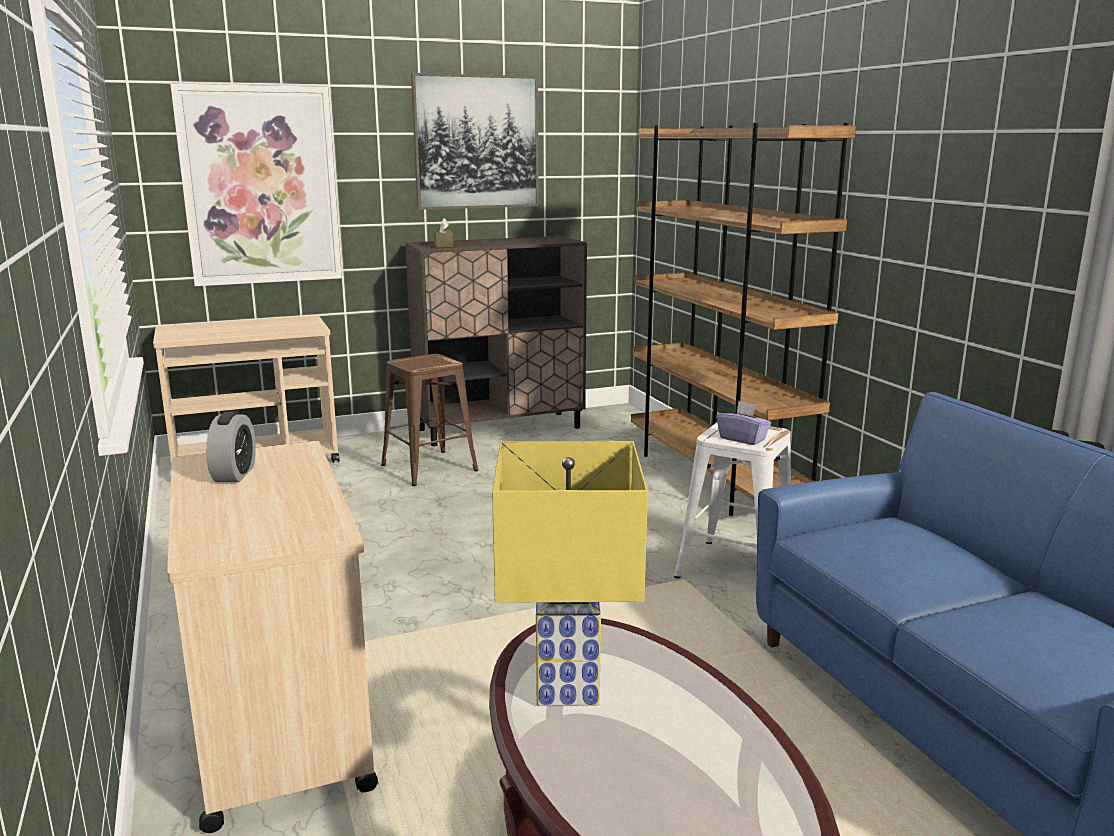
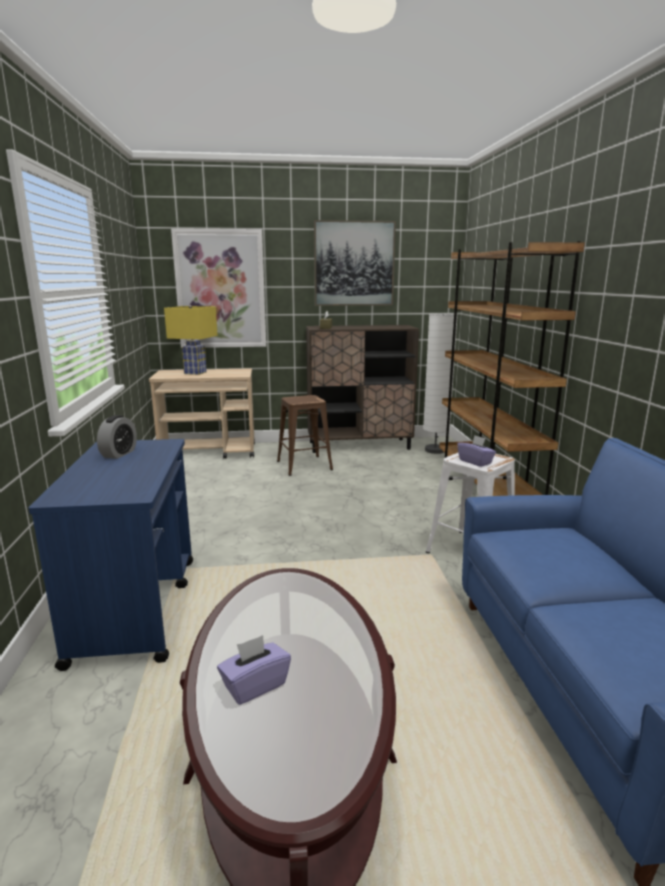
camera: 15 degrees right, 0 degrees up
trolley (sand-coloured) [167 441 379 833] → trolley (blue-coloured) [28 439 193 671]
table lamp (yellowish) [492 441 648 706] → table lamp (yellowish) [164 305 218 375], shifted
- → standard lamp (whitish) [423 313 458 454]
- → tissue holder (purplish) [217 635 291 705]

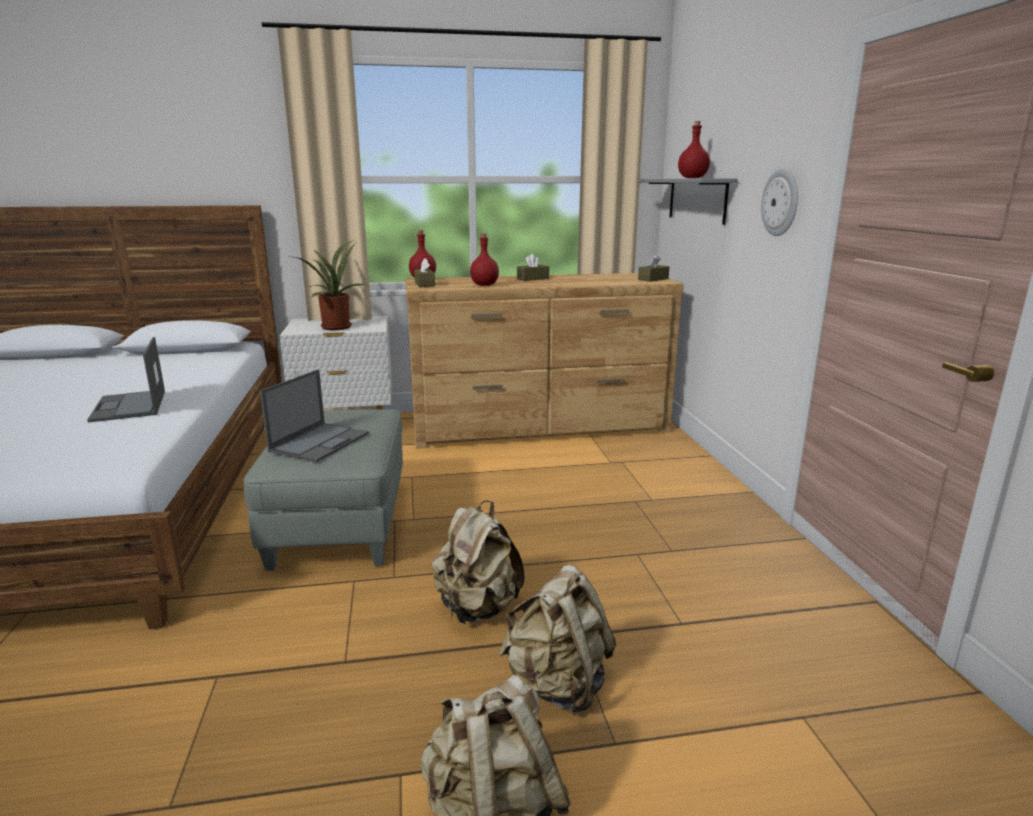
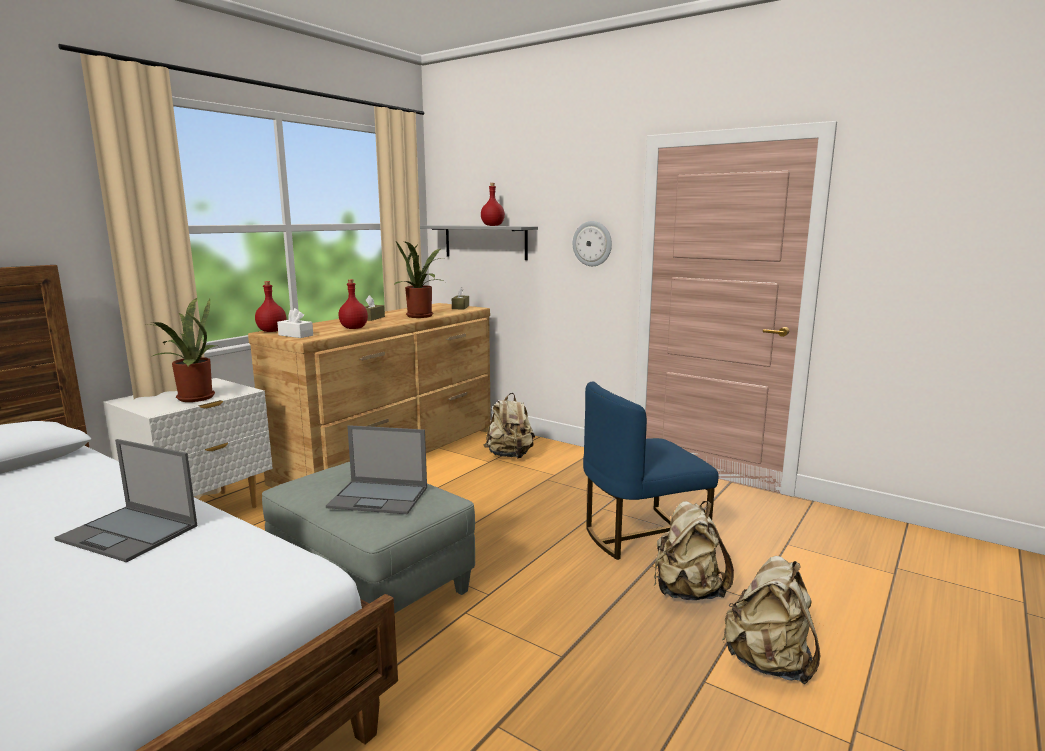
camera: 45 degrees left, 5 degrees down
tissue holder (brown) [414 258 435 287] → tissue holder (whitish) [277 308 313 338]
laptop [260 369 369 462] → laptop [326 425 427 514], 120 degrees clockwise
backpack (sand-coloured) [432 500 525 624] → backpack (sand-coloured) [484 393 535 458], shifted
- → houseplant [394 241 445 318]
- → upright chair (blue-coloured) [583 382 718 560]

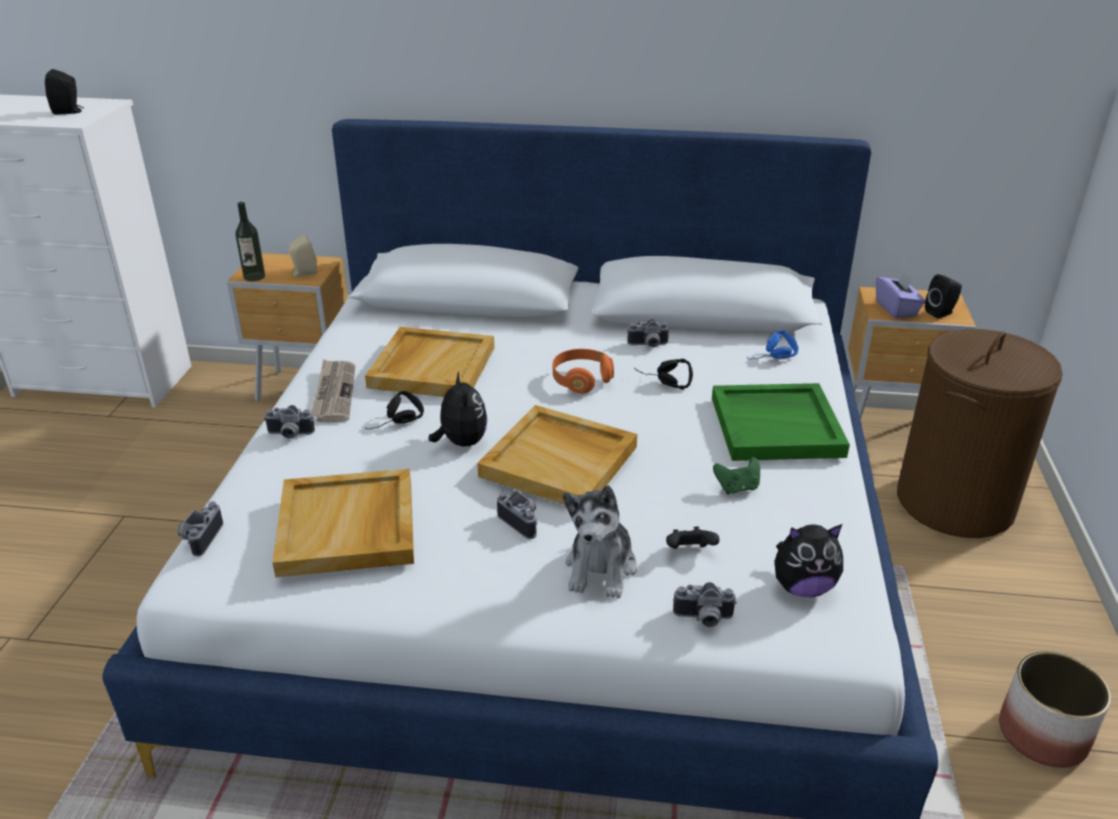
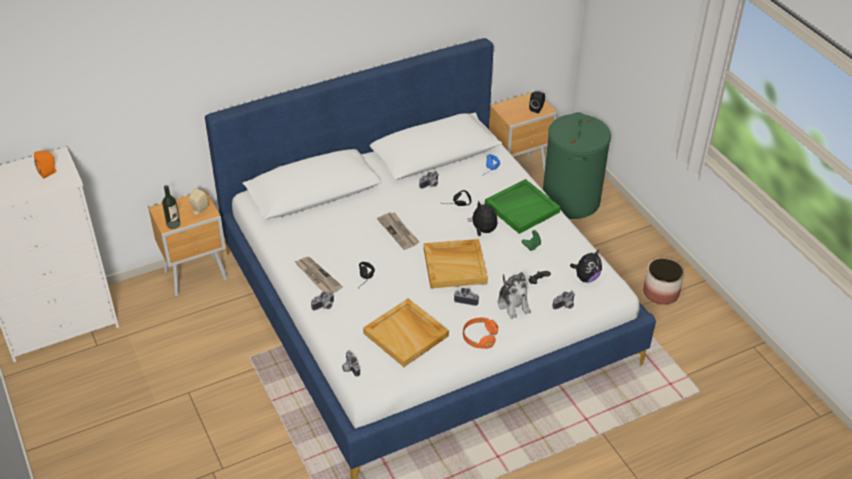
camera: 35 degrees left, 10 degrees up
speaker (black) [45 69 84 115] → speaker (orange-coloured) [34 151 57 178]
tissue holder (purplish) [876 270 925 318] → -
carrying tray (sand-coloured) [365 327 494 397] → -
washing basket (brown) [897 329 1063 538] → washing basket (green) [543 112 611 219]
headset (orange-coloured) [553 349 614 394] → headset (orange-coloured) [463 318 498 349], shifted
soft toy [429 372 487 446] → soft toy [468 200 498 236], shifted
- → daily paper [377 212 419 250]

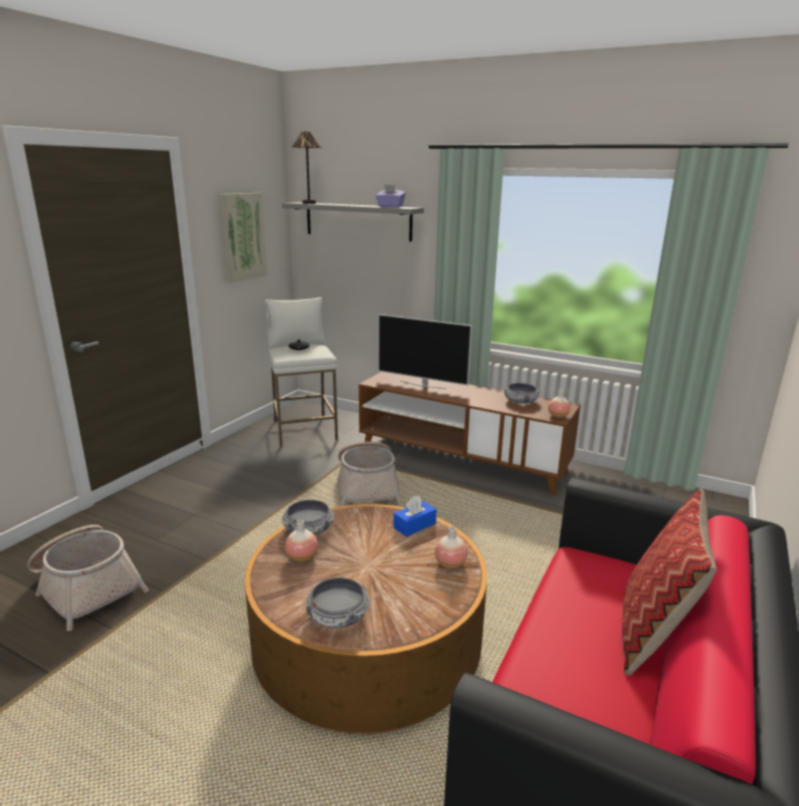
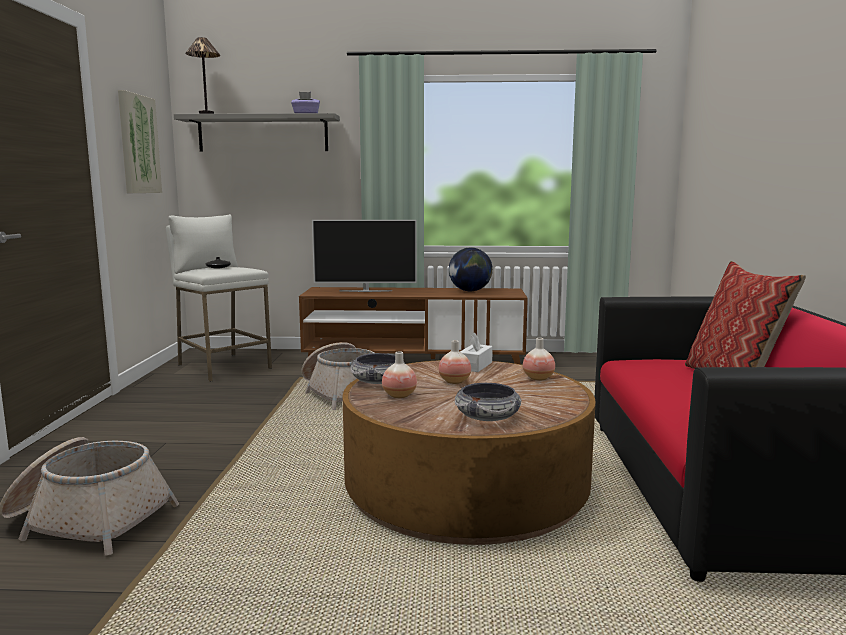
camera: 25 degrees left, 10 degrees down
deep dish [504 383 540 404] → globe [449 247 493 291]
decorative vase [548 390 570 418] → decorative vase [439 340 471 384], shifted
tissue holder (blue-coloured) [393 495 437 537] → tissue holder (whitish) [460 332 493 372]

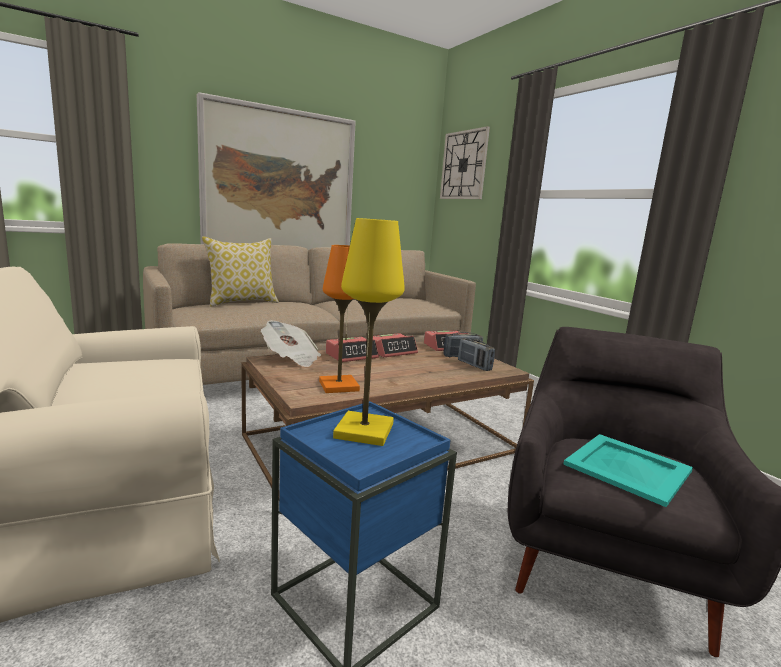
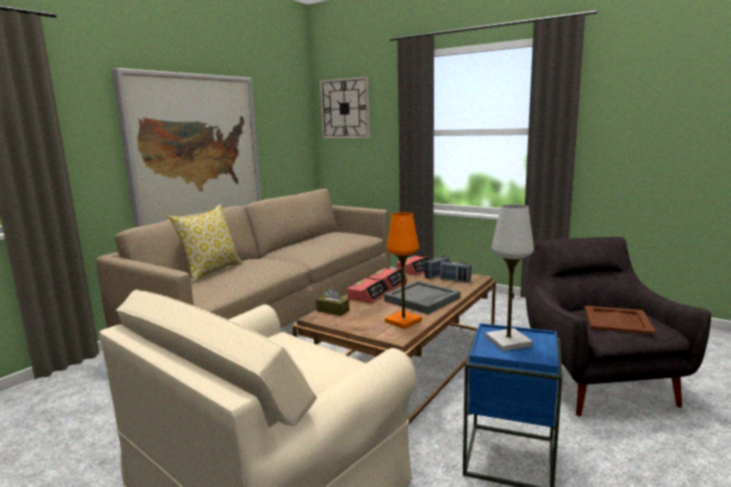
camera: 25 degrees left, 0 degrees up
table lamp (yellowish) [333 218 405 446] → table lamp (whitish) [486 204 534 351]
daily paper [261 320 321 367] → tissue holder (brown) [316 287 350 316]
carrying tray (turquoise-coloured) [563 434 693 507] → carrying tray (brown) [585 306 656 335]
- → carrying tray (grey) [384 281 461 314]

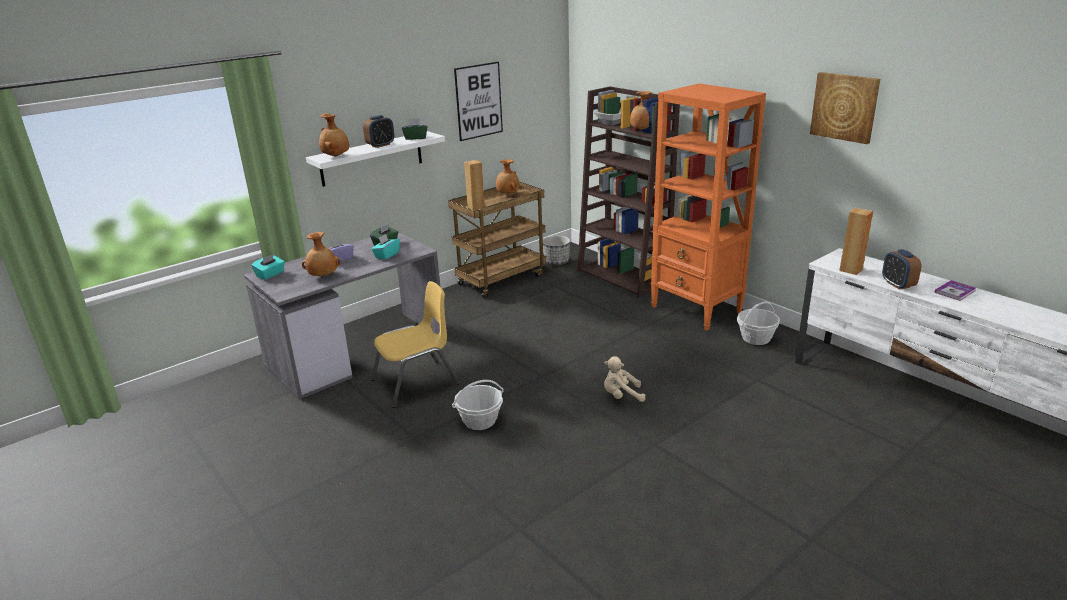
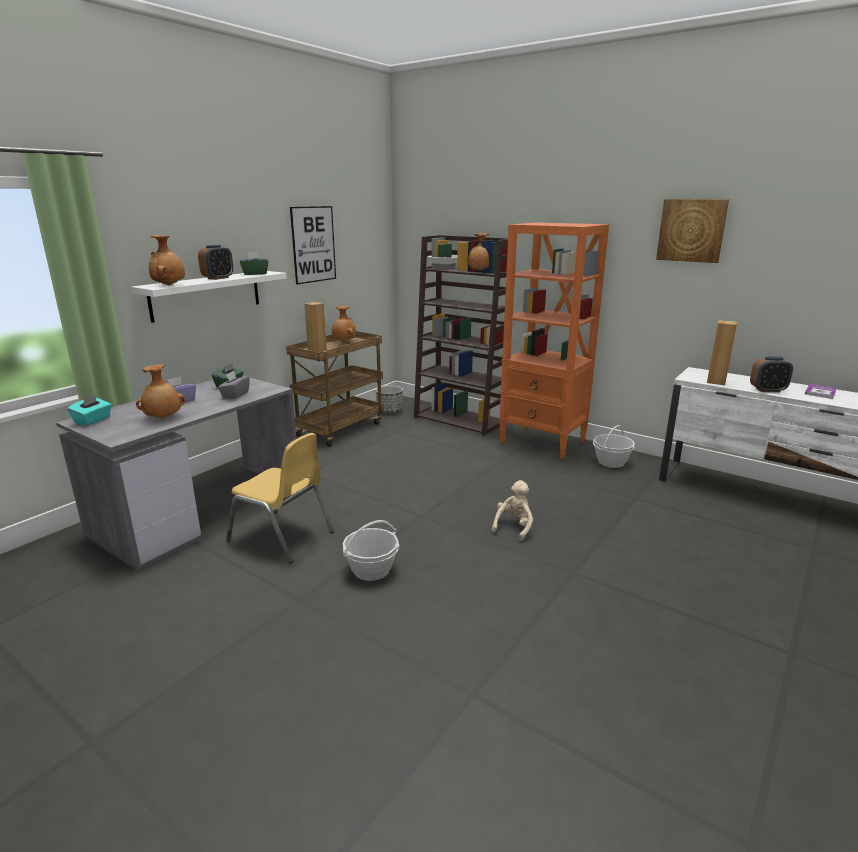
camera: 15 degrees left, 5 degrees down
tissue holder (turquoise-coloured) [371 234 400 260] → tissue holder (grey) [218 371 250 399]
table clock [882 249 922 290] → table clock [750 356 793 392], 60 degrees counterclockwise
upright chair (yellowish) [371 281 460 408] → upright chair (yellowish) [226 433 334 563], 75 degrees clockwise
soft toy (sand-coloured) [604 356 645 402] → soft toy (sand-coloured) [492 480 533 541], 135 degrees clockwise

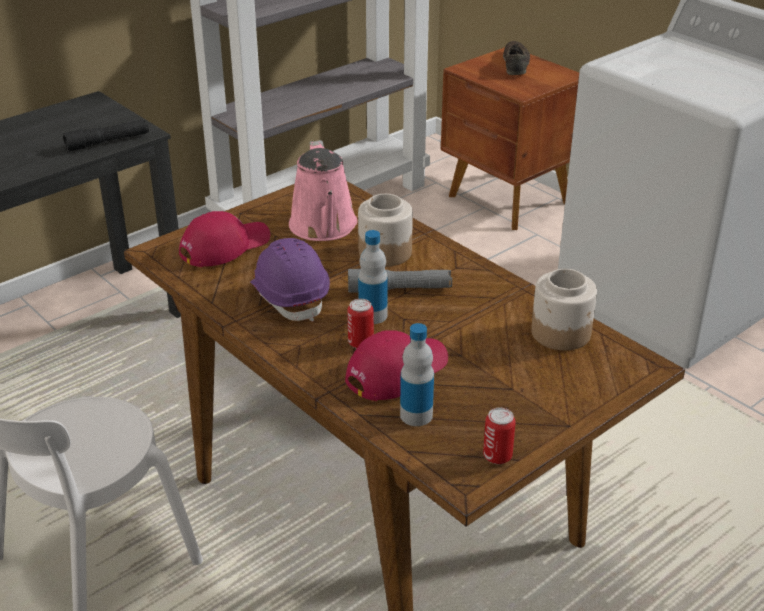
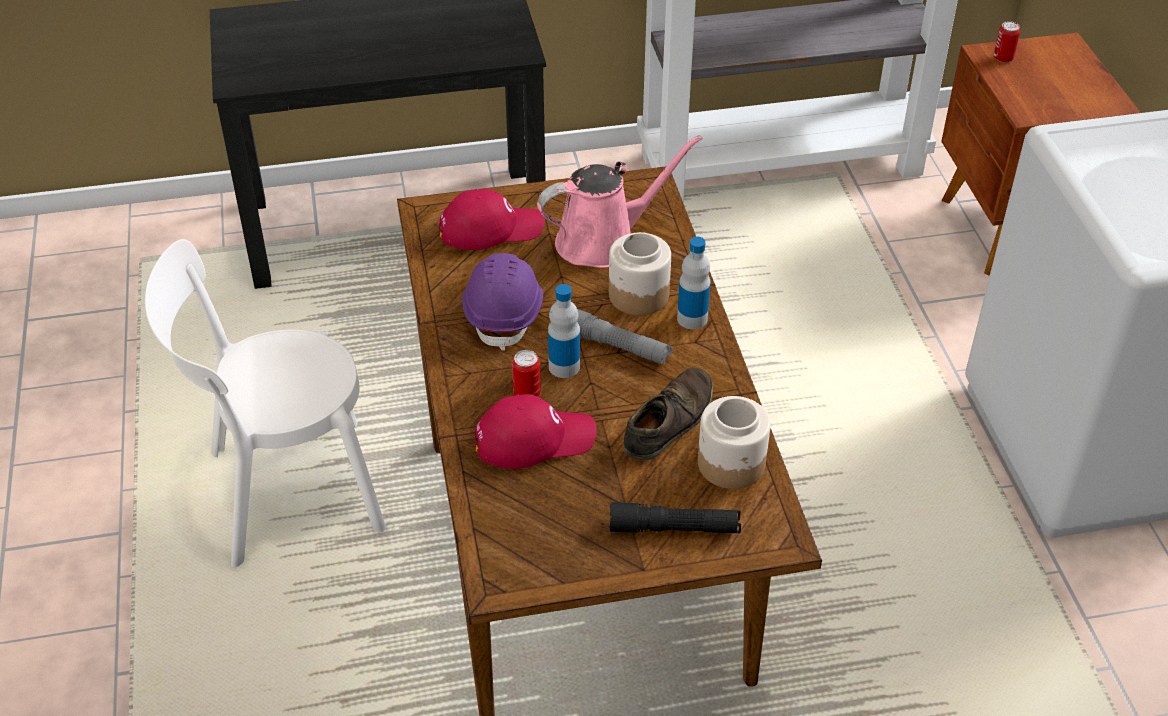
camera: 30 degrees right, 10 degrees up
item of footwear (brown) [503 41 530 75] → item of footwear (brown) [623 367 713 460], shifted
torch (black) [63 119 149 152] → torch (black) [610 502 741 533], shifted
watering can (pink-coloured) [289 140 357 241] → watering can (pink-coloured) [537 135 703 268], 135 degrees counterclockwise
beverage bottle [400 323 434 426] → beverage bottle [677 237 710 329], shifted
metal can [483 408 516 464] → metal can [994 21 1020 63], shifted

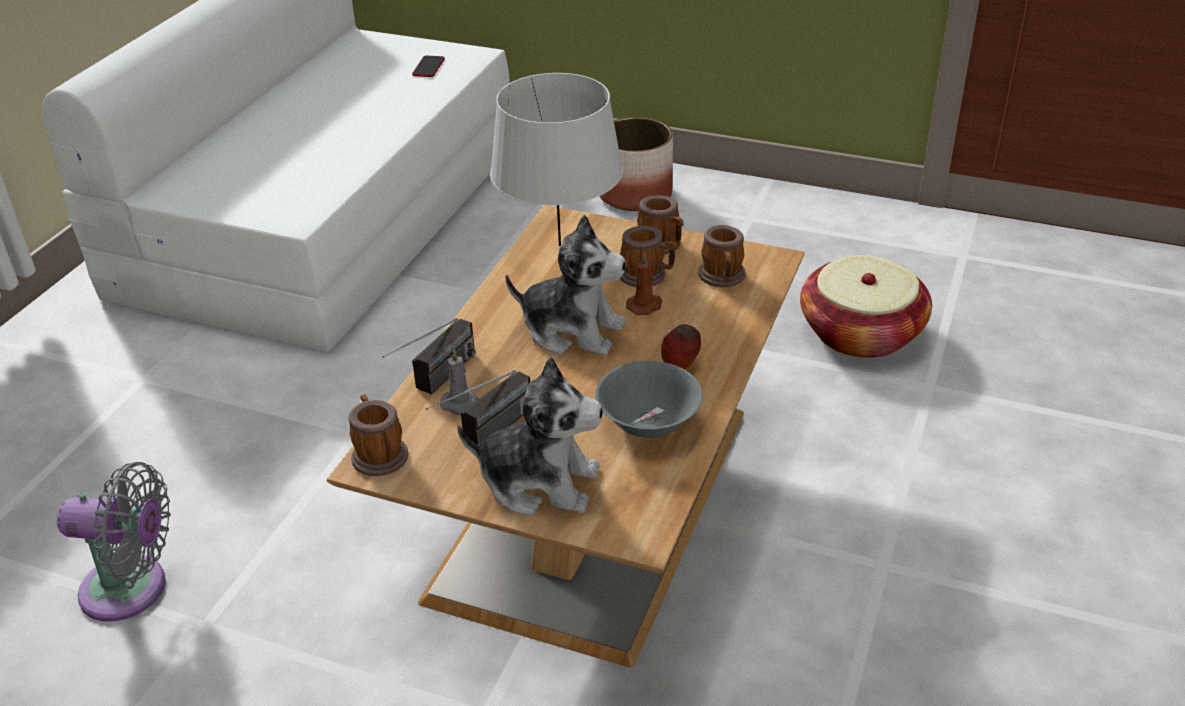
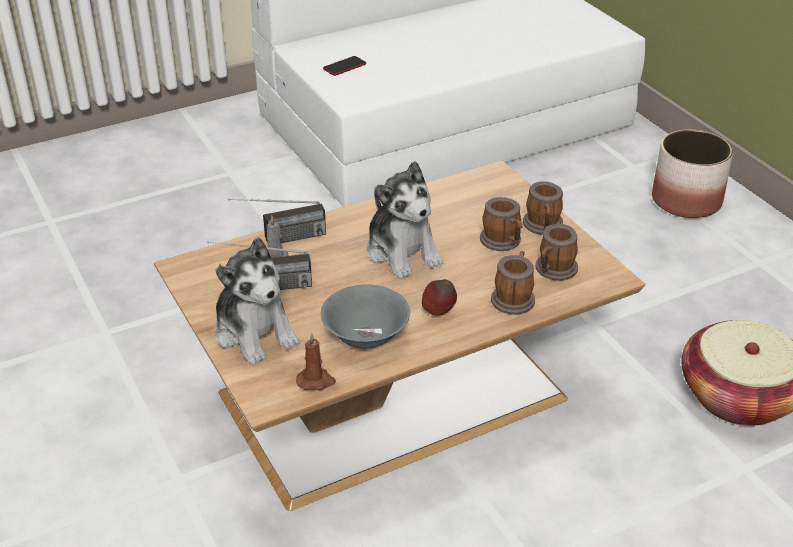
camera: 40 degrees right, 0 degrees up
phone [412 56 445 77] → phone [323 56 366 76], shifted
table lamp (grey) [490 73 623 246] → -
candle (brown) [626 252 662 316] → candle (brown) [296 333 336 391], shifted
coffee mug [349 394 408 476] → coffee mug [491 251 535 315], shifted
cooling fan (grey) [57 462 170 622] → -

